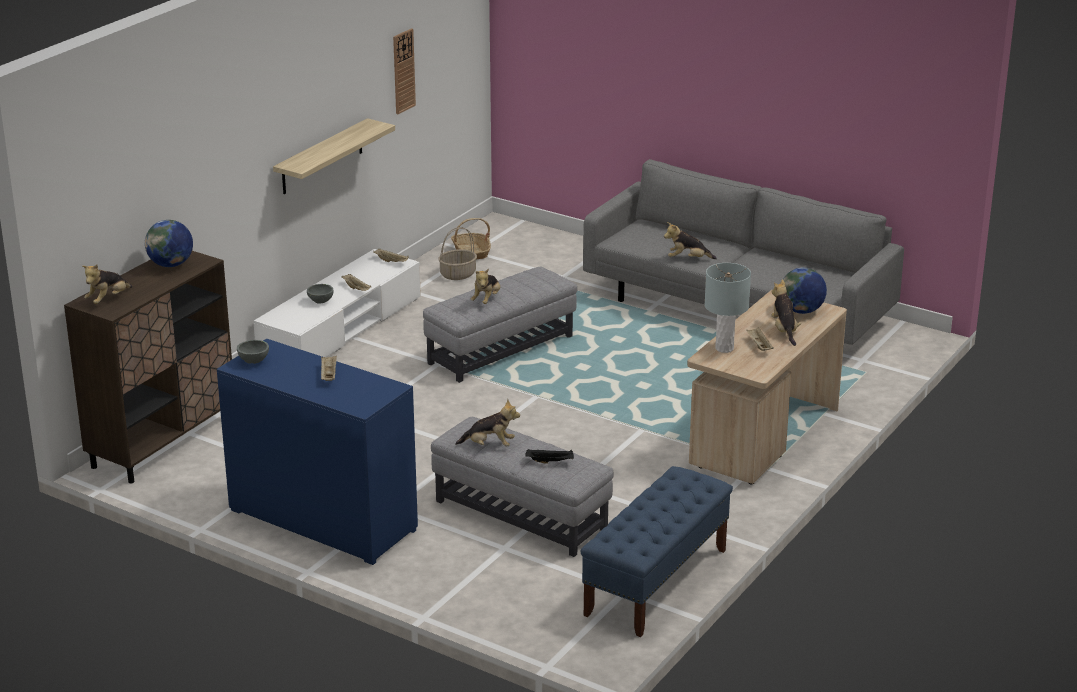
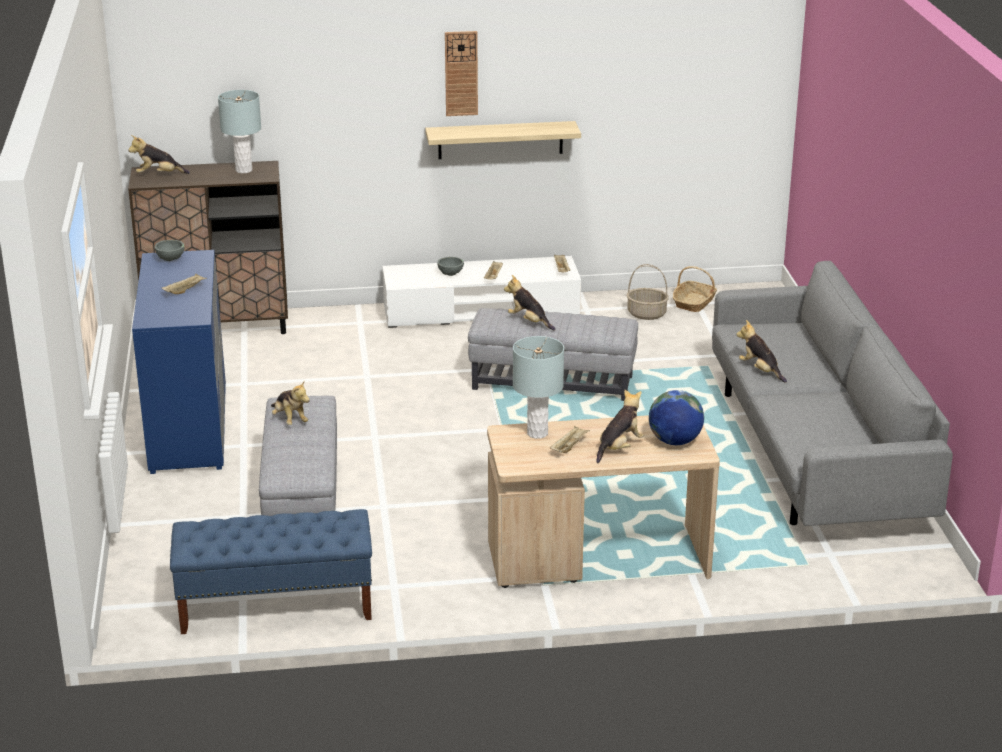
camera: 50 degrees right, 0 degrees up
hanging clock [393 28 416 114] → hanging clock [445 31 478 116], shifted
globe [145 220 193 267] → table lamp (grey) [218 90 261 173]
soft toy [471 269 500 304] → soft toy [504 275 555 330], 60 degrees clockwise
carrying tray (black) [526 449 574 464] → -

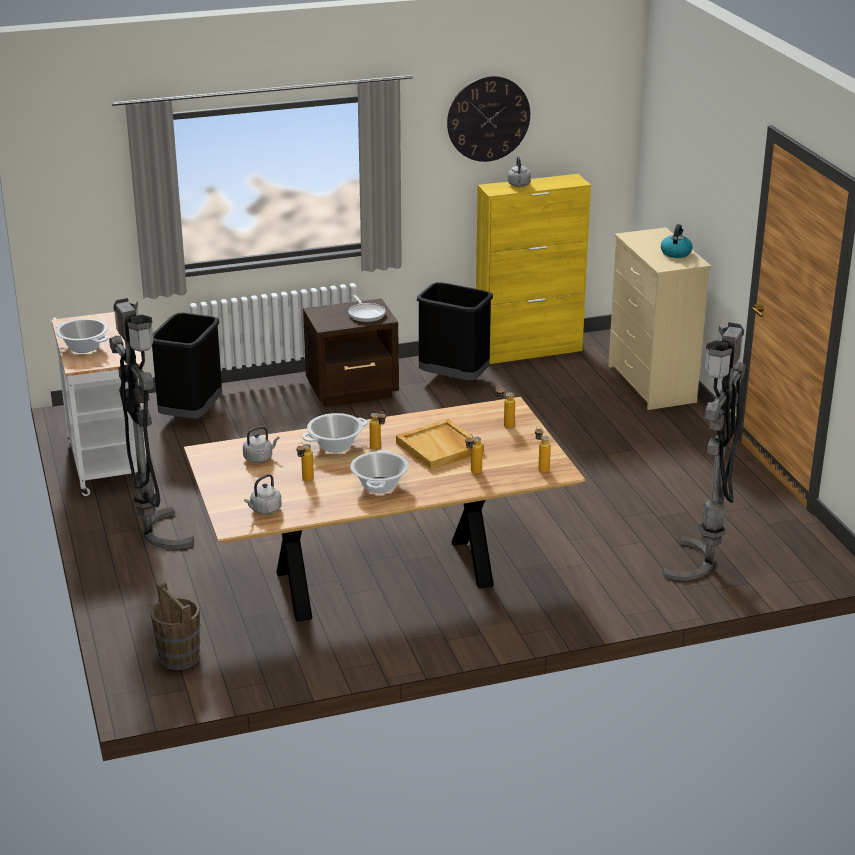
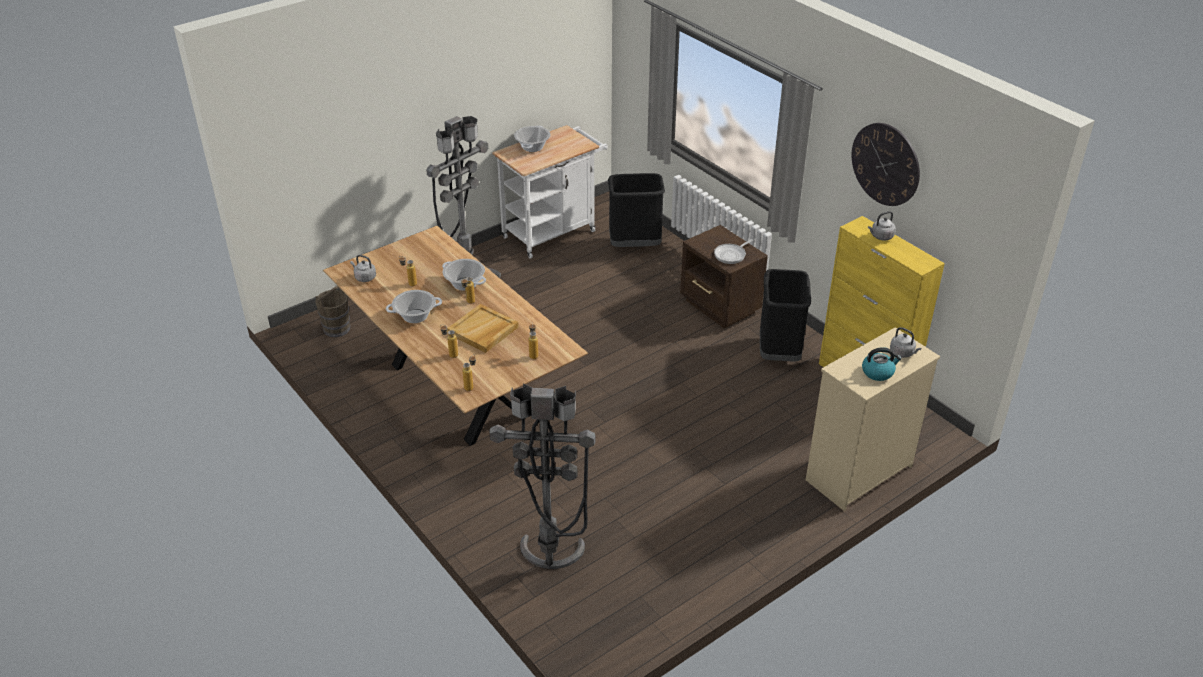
camera: 70 degrees right, 10 degrees up
kettle (grey) [243 426 279 463] → kettle (grey) [890 327 921 358], shifted

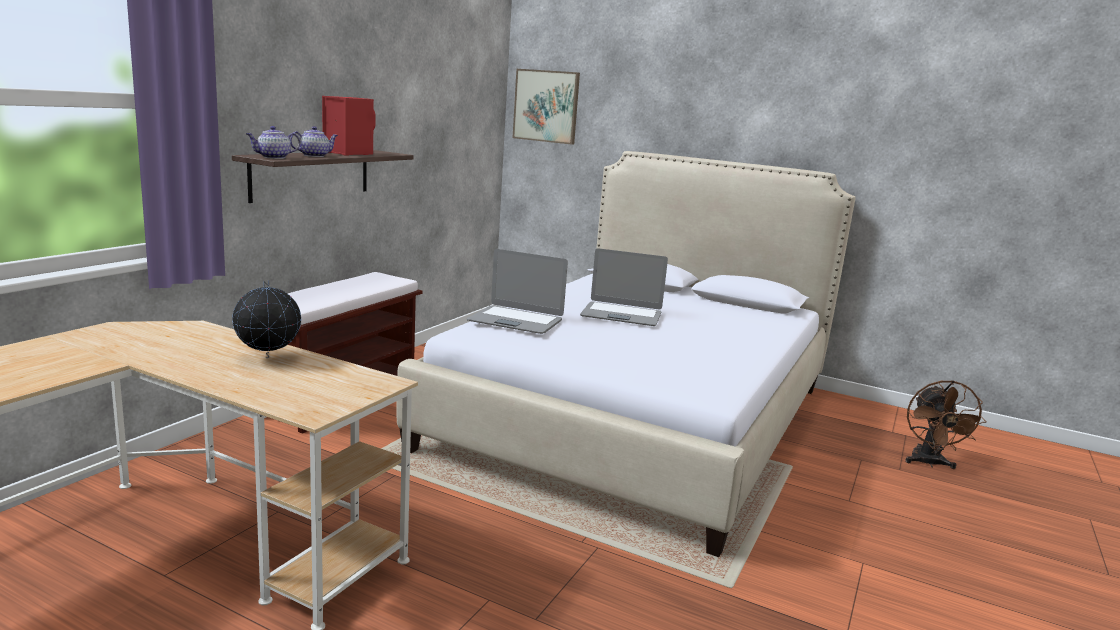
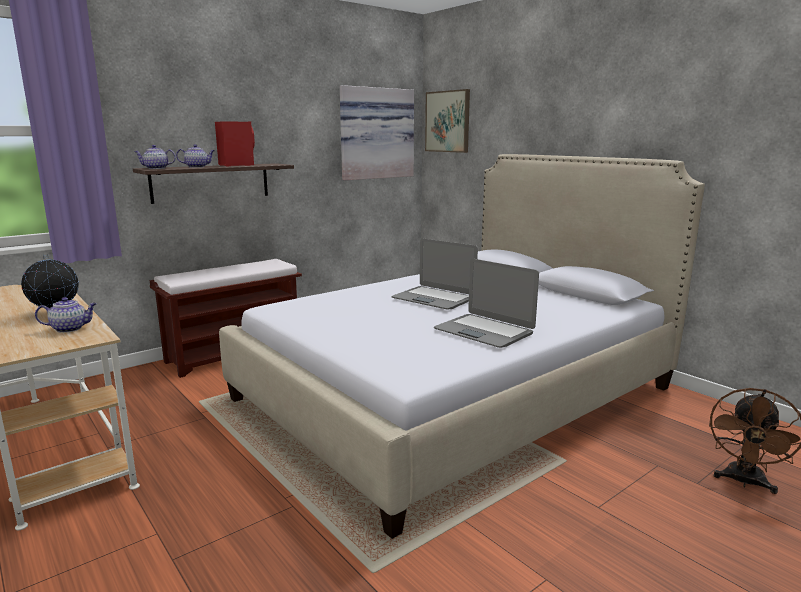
camera: 25 degrees right, 0 degrees up
laptop [467 249 568 334] → laptop [434 259 539 348], shifted
- → picture [340 85 414 180]
- → tea pot [35 297 97 333]

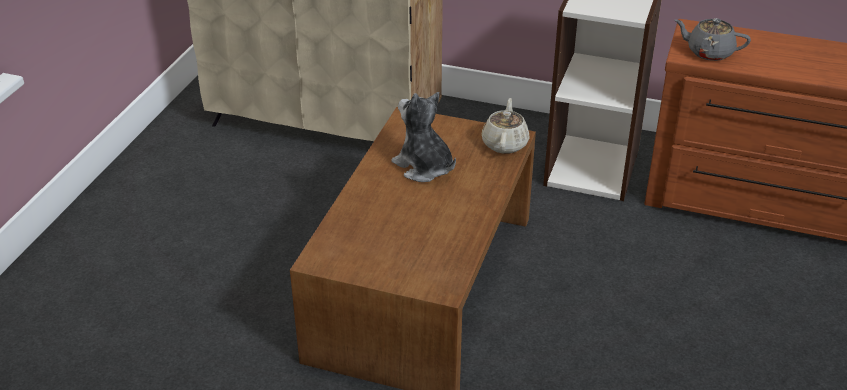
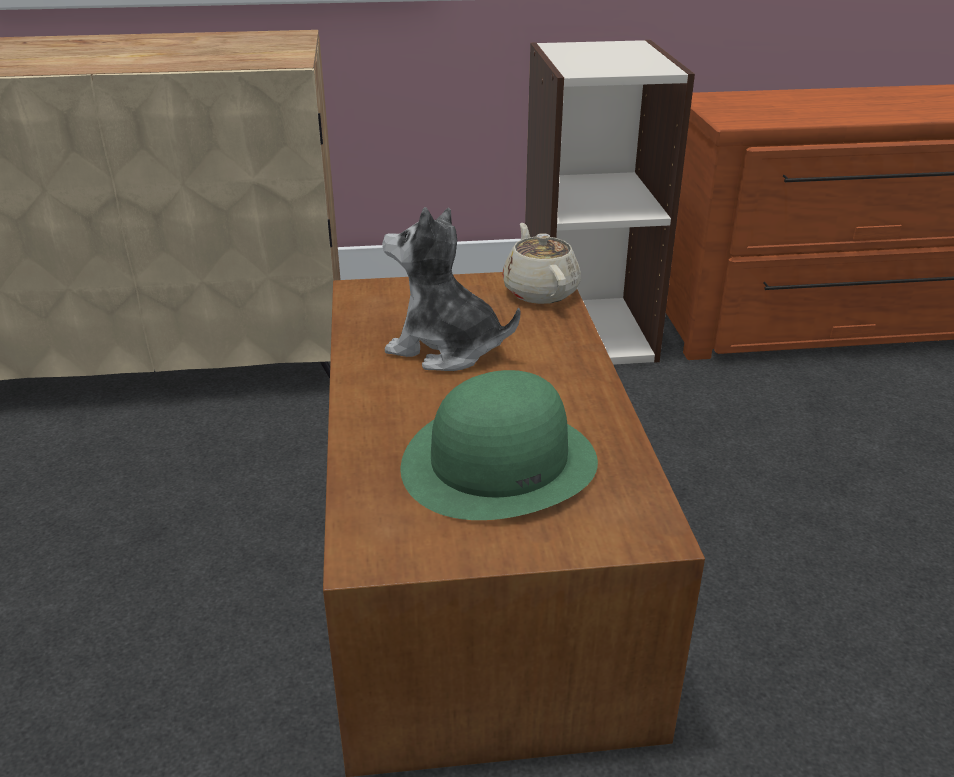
camera: 25 degrees left, 5 degrees down
tea pot (grey) [675 18 751 61] → -
- → wearable hat (green) [401 370 598 520]

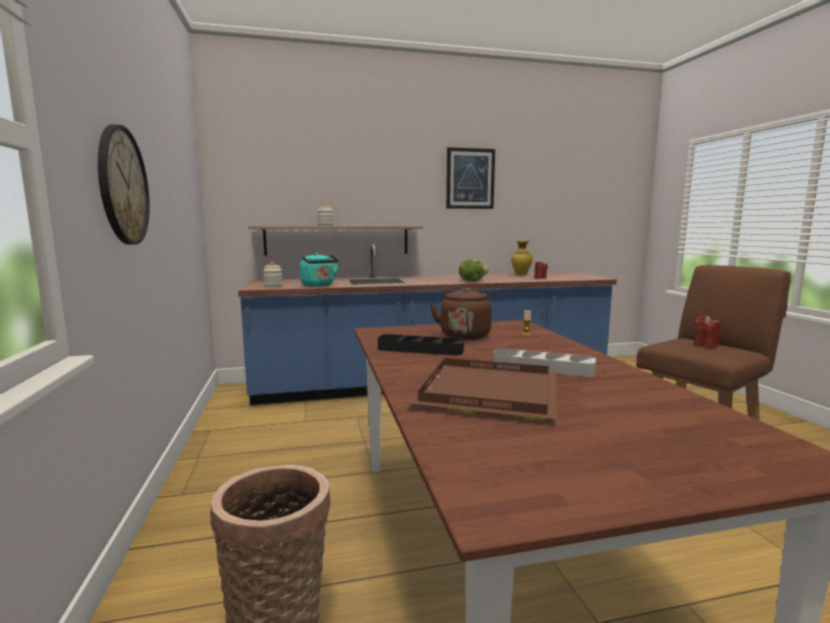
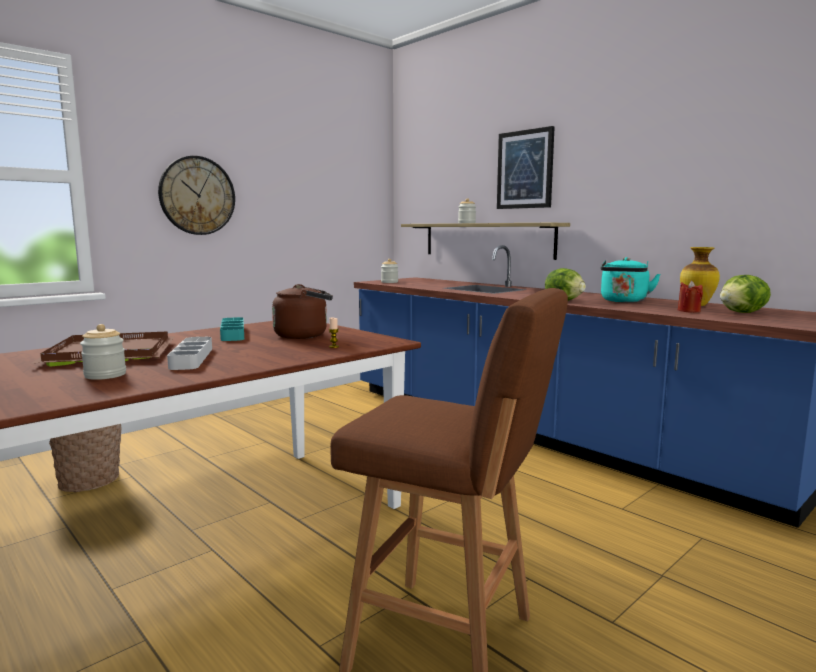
camera: 60 degrees right, 0 degrees up
picture [446 147 495 209] → picture [497 126 555 209], shifted
kettle (turquoise-coloured) [300 253 339 286] → kettle (turquoise-coloured) [601 257 661 303], shifted
candle (red) [694 316 721 348] → -
carrying tray (black) [378 334 464 356] → carrying tray (turquoise-coloured) [220 317 244 341]
- → head of lettuce [720 275 771 313]
- → jar [80 324 126 380]

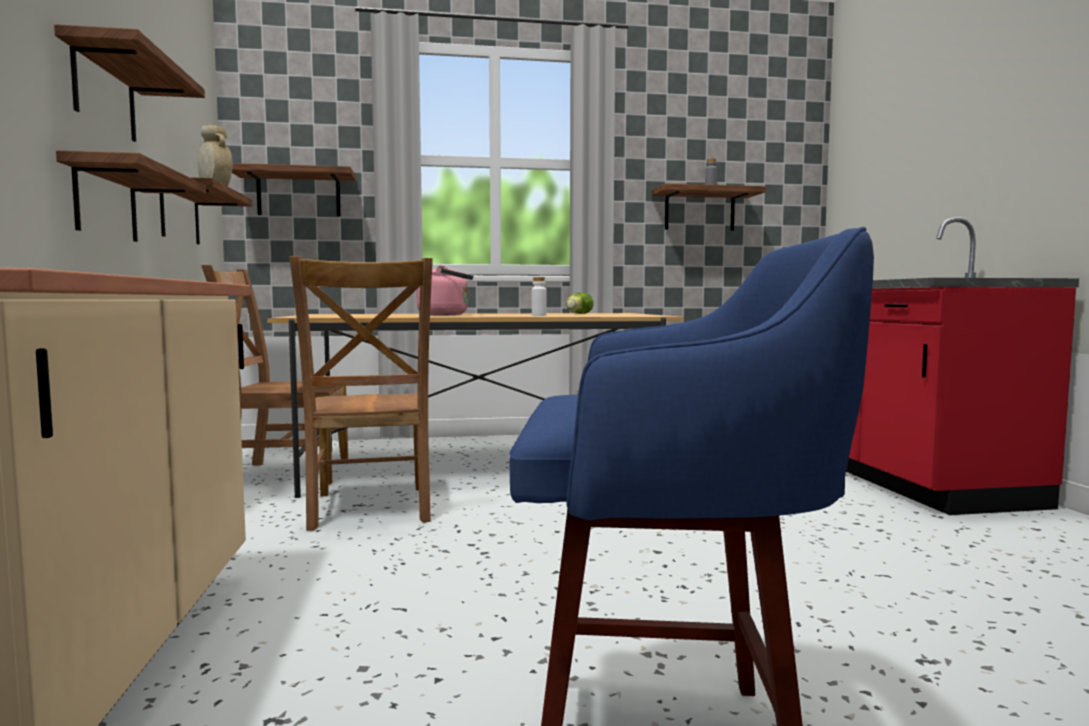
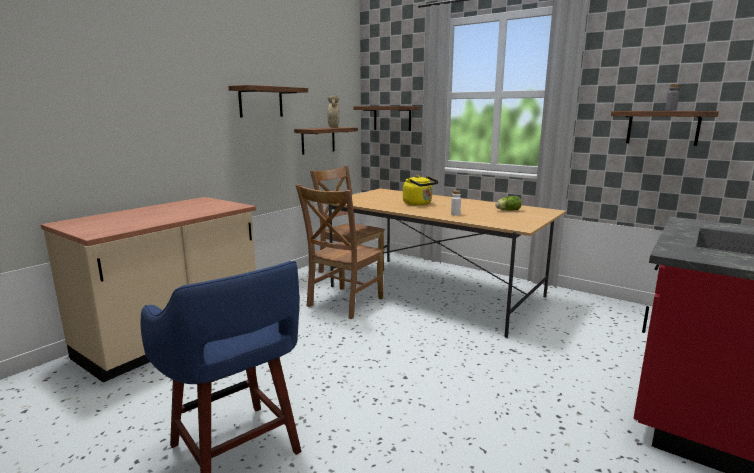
camera: 45 degrees right, 10 degrees up
shelf [56 150 206 242] → -
kettle (pink-coloured) [416 265 473 315] → kettle (yellowish) [403 175 439 206]

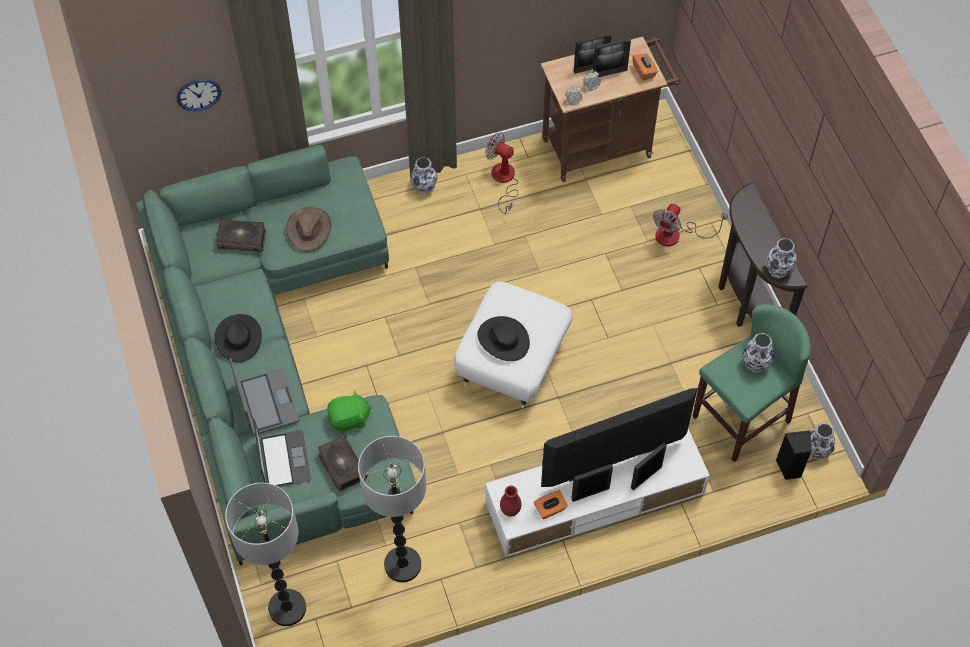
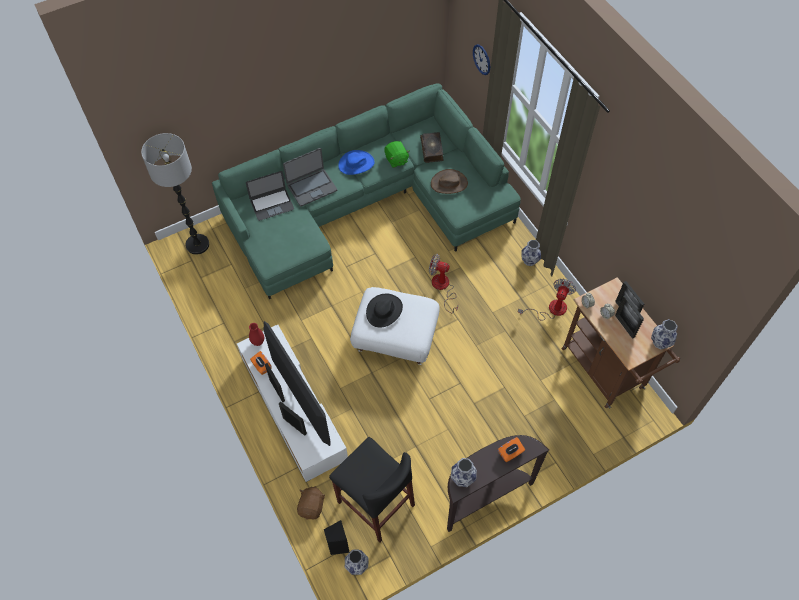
camera: 80 degrees right, 0 degrees up
tissue holder (orange-coloured) [633 53 658 81] → tissue holder (orange-coloured) [498 437 525 462], shifted
cooling fan [653 204 728 246] → cooling fan [429 254 458 313], shifted
sitting stool (green) [692 304 811 462] → sitting stool (black) [329 437 415 542]
wearable hat (black) [215 314 262 363] → wearable hat (blue-coloured) [338 150 375 175]
decorative vase [742 333 775 372] → decorative vase [651 319 678 350], shifted
soft toy (green) [327 391 372 432] → soft toy (green) [384 141 410 168], shifted
bound book [318 435 368 492] → -
standard lamp [358 436 426 582] → -
- → soft toy (brown) [297 486 325 520]

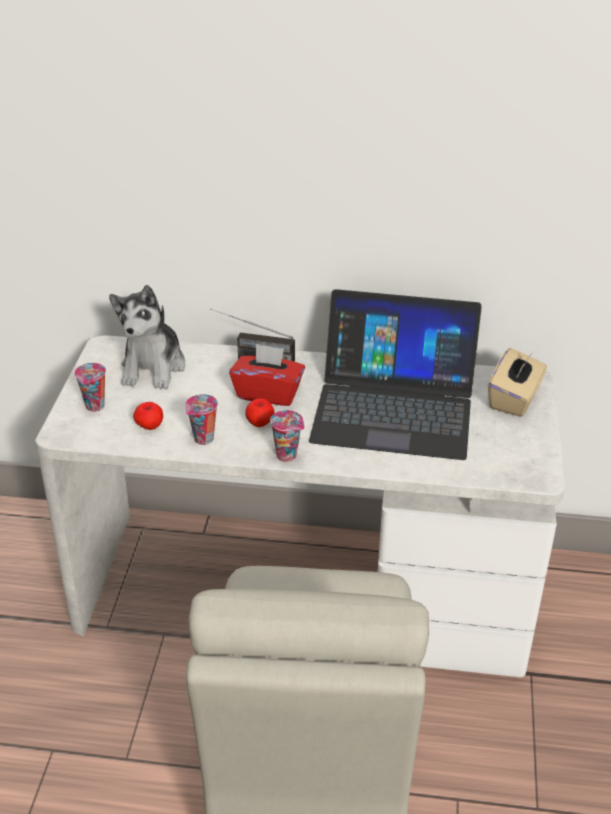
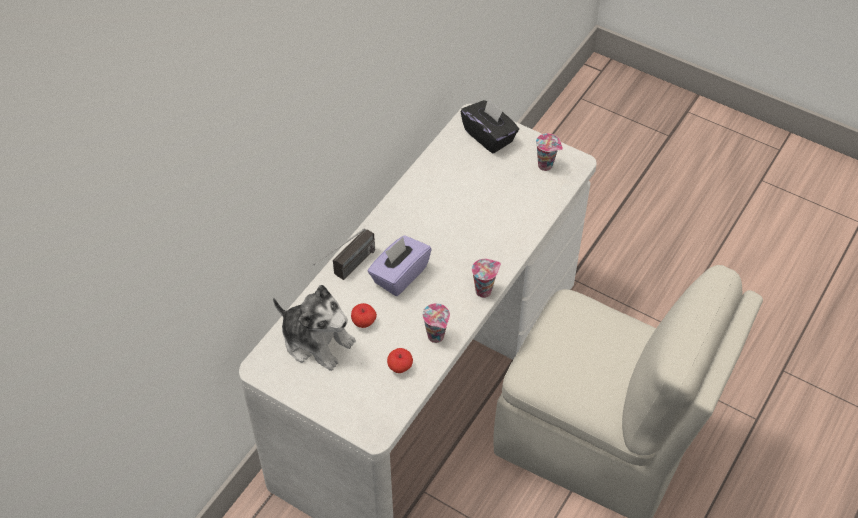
camera: 65 degrees left, 15 degrees up
laptop [309 289 482 460] → -
tissue holder (red) [229 344 305 406] → tissue holder (purplish) [368 235 432 296]
tissue holder (sand-coloured) [488 348 547 417] → tissue holder (black) [460 98 519 154]
small cup [74 363 106 412] → small cup [536 133 563 171], shifted
whole apple [245 399 274 427] → whole apple [351 303 377 328], shifted

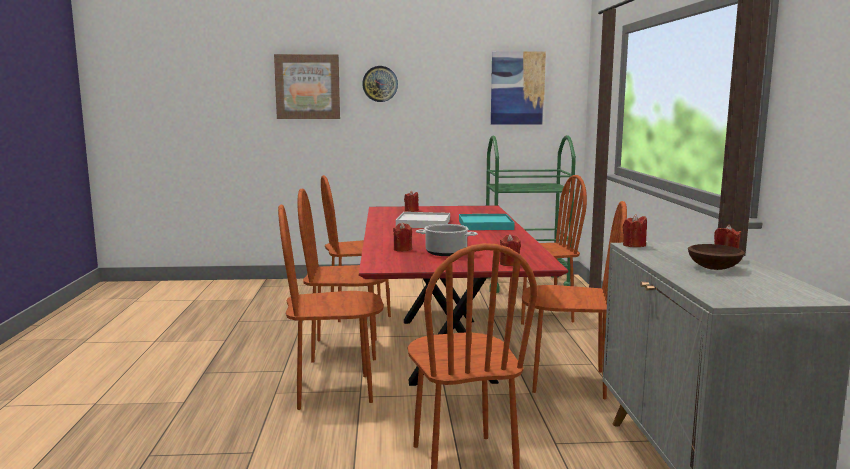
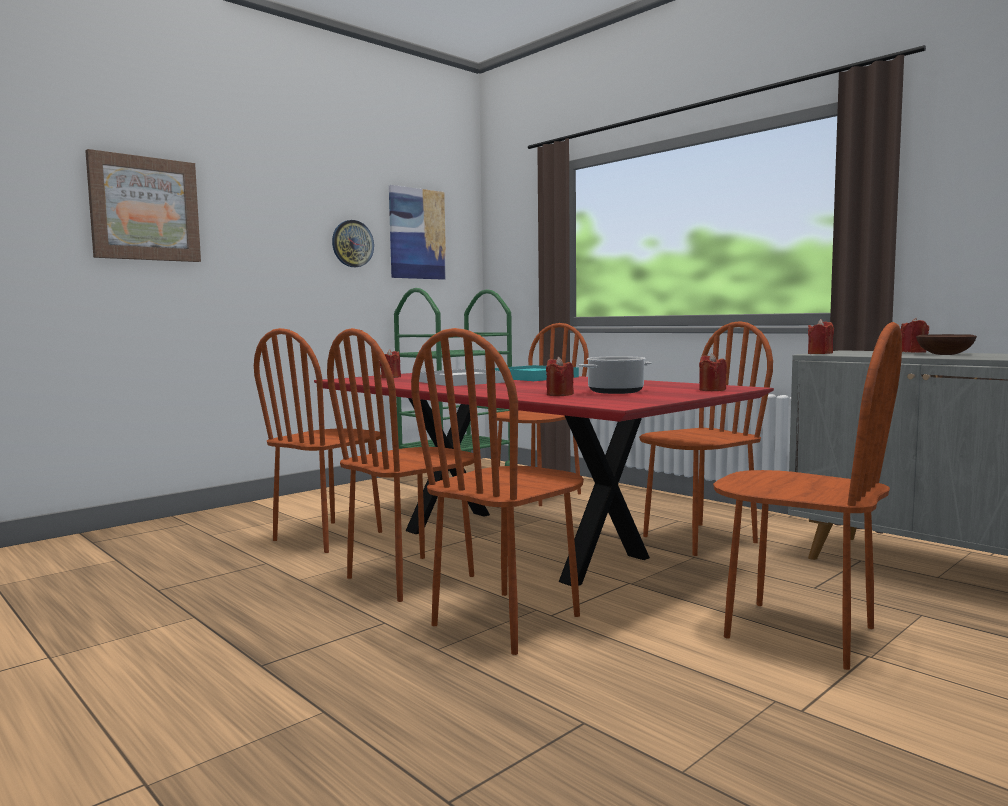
camera: 40 degrees left, 5 degrees down
hanging clock [362 66 398 102] → hanging clock [332 220 374 267], shifted

